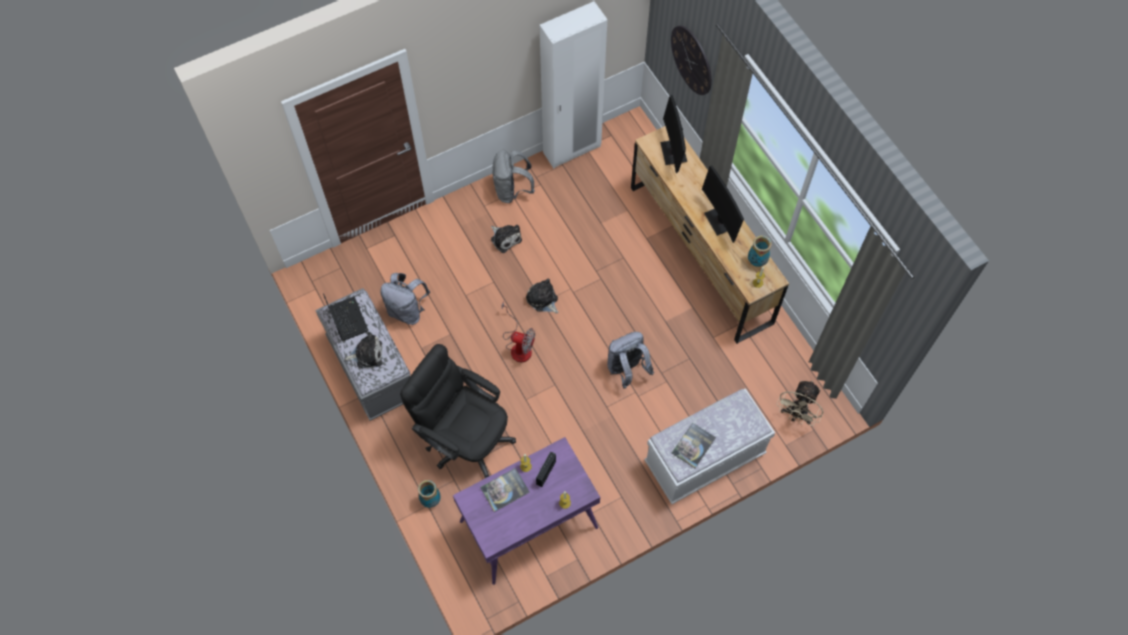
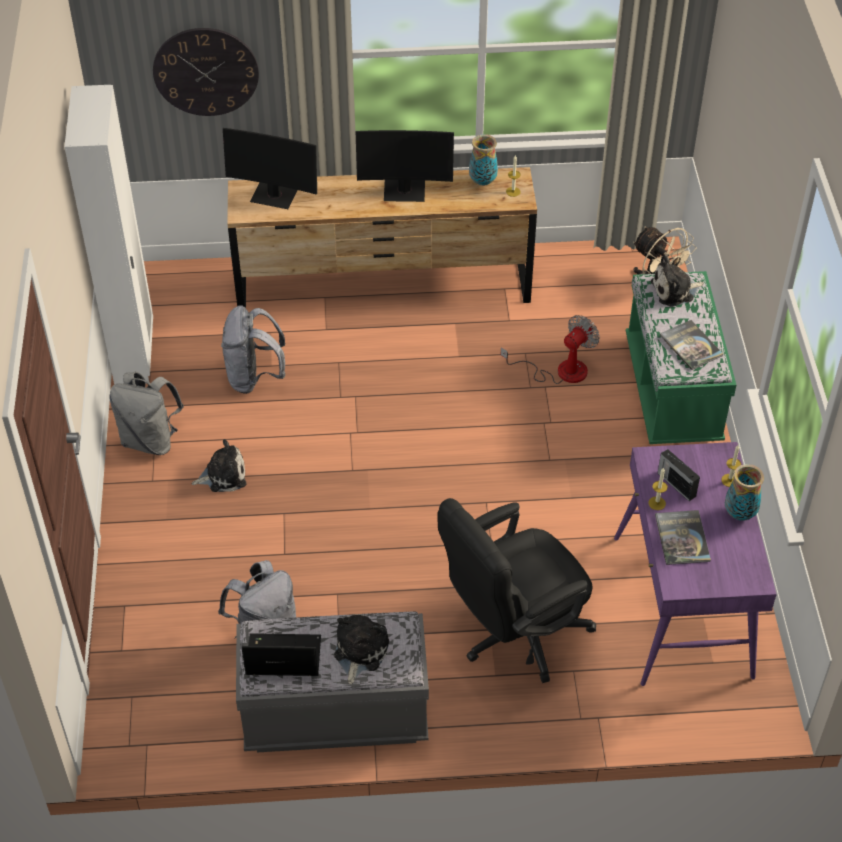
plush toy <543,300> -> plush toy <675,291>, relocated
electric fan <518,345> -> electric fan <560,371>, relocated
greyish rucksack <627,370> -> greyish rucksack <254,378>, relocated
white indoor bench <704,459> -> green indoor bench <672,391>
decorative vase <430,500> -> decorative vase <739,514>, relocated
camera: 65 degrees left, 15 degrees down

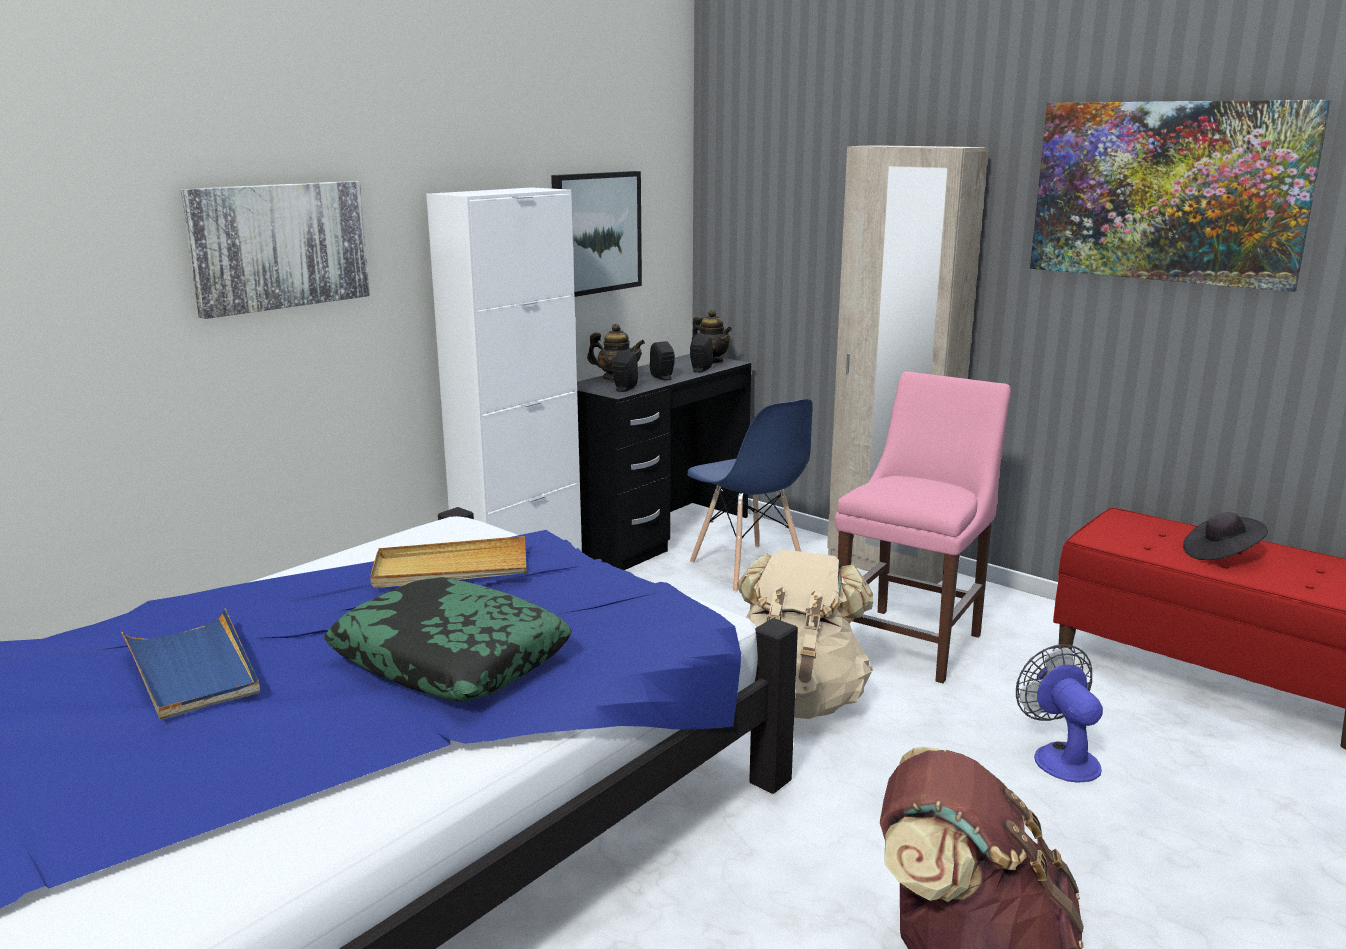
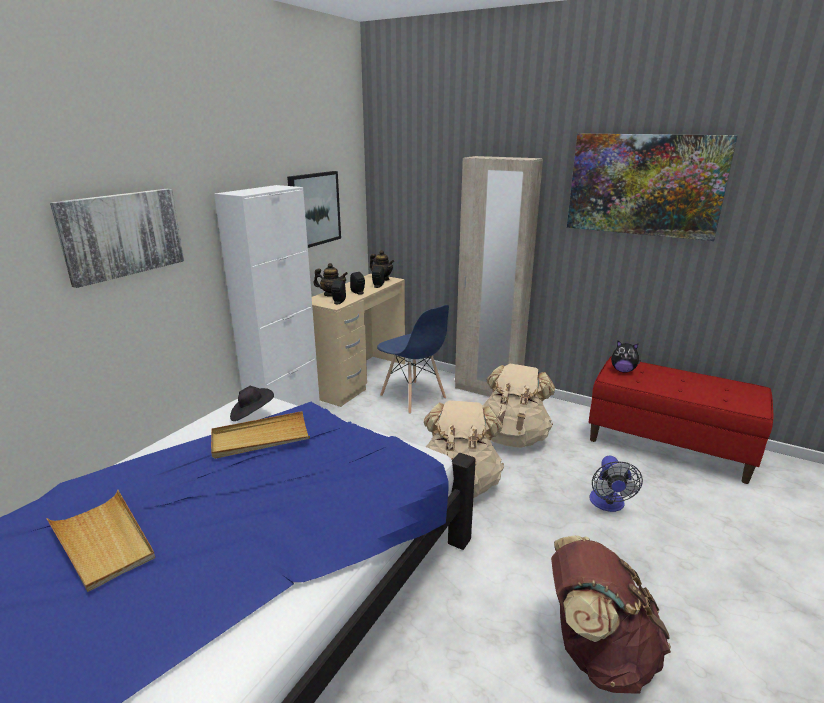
black desk unit <659,534> -> sand-coloured desk unit <358,379>
pinkish plain chair <913,641> -> sand-coloured rucksack <513,437>
black clothing hat <1221,554> -> black clothing hat <252,414>, relocated
cushion <449,659> -> none
blue carrying tray <193,669> -> sand-coloured carrying tray <103,542>
electric fan <1059,756> -> electric fan <608,504>, 150 degrees counterclockwise
none -> plush toy <623,370>
camera: 10 degrees left, 5 degrees up

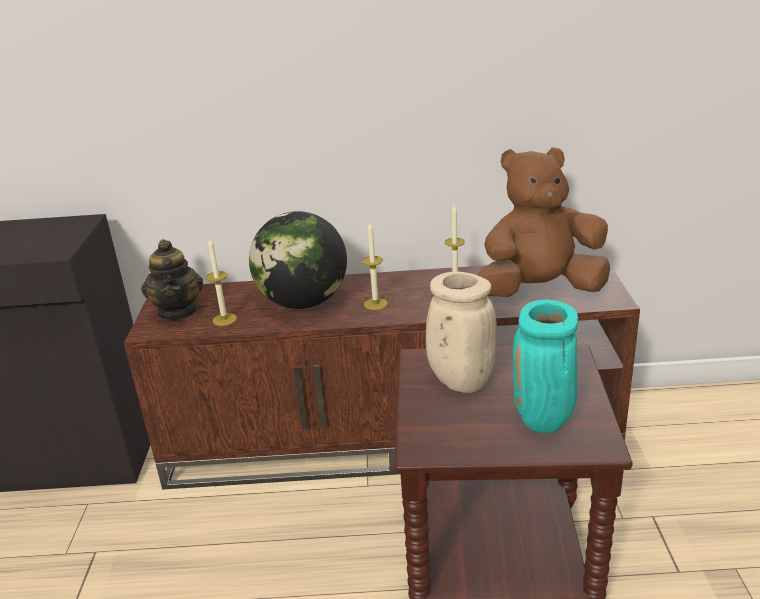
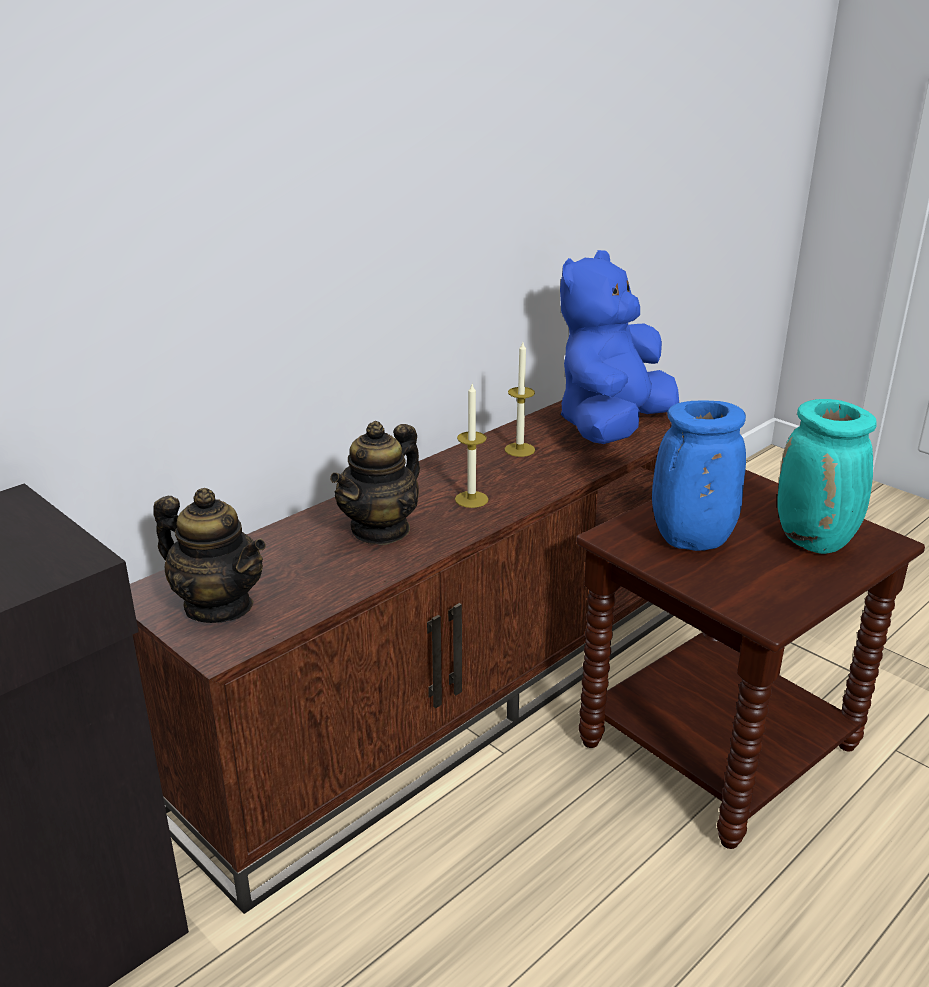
brown plush toy <539,291> -> blue plush toy <611,428>
globe <303,302> -> teapot <381,529>
wax candle <224,319> -> none
sand-coloured decorative vase <459,382> -> blue decorative vase <690,541>
camera: 45 degrees left, 0 degrees up

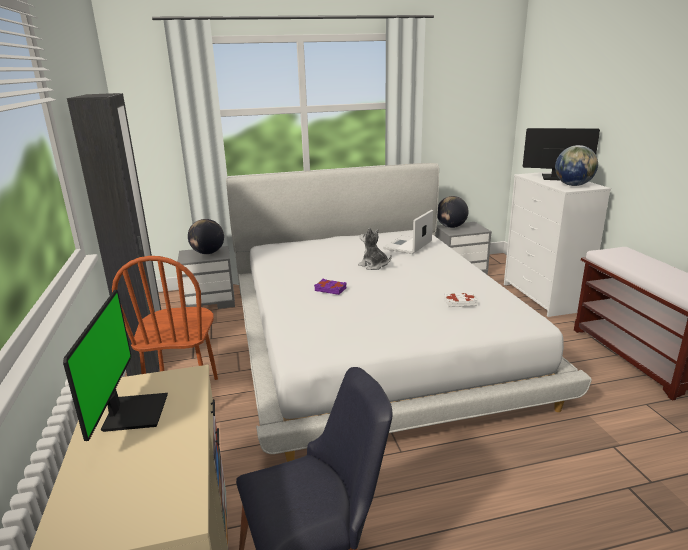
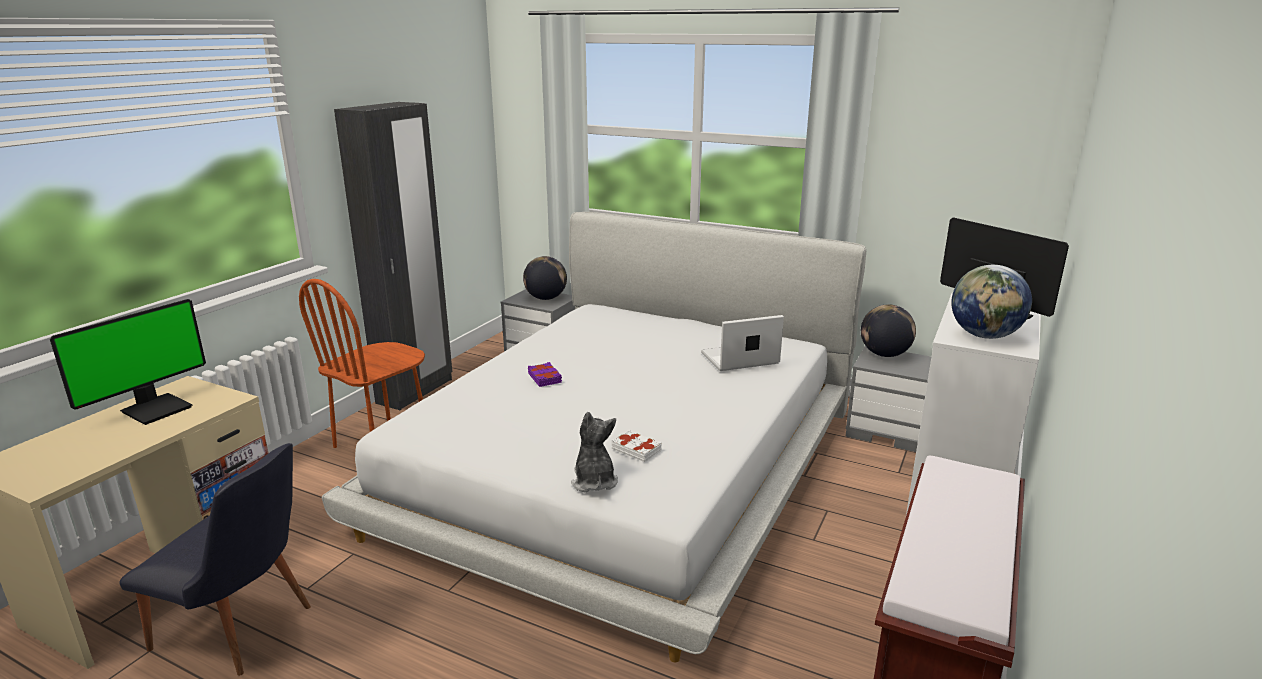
plush toy <374,265> -> plush toy <594,481>, relocated
camera: 40 degrees right, 0 degrees up

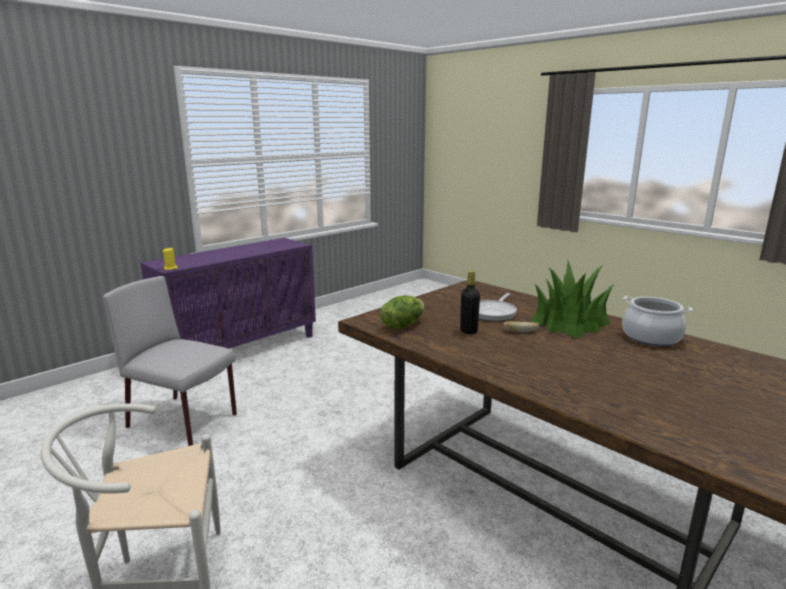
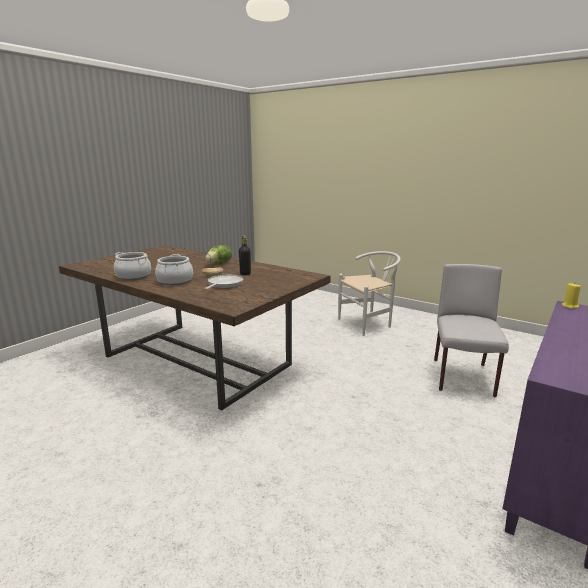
plant in a pot <569,323> -> stockpot <175,281>
greyish plain chair <184,421> -> greyish plain chair <463,378>, 90 degrees counterclockwise
lettuce head <402,325> -> lettuce head <219,263>, relocated
camera: 170 degrees right, 0 degrees up

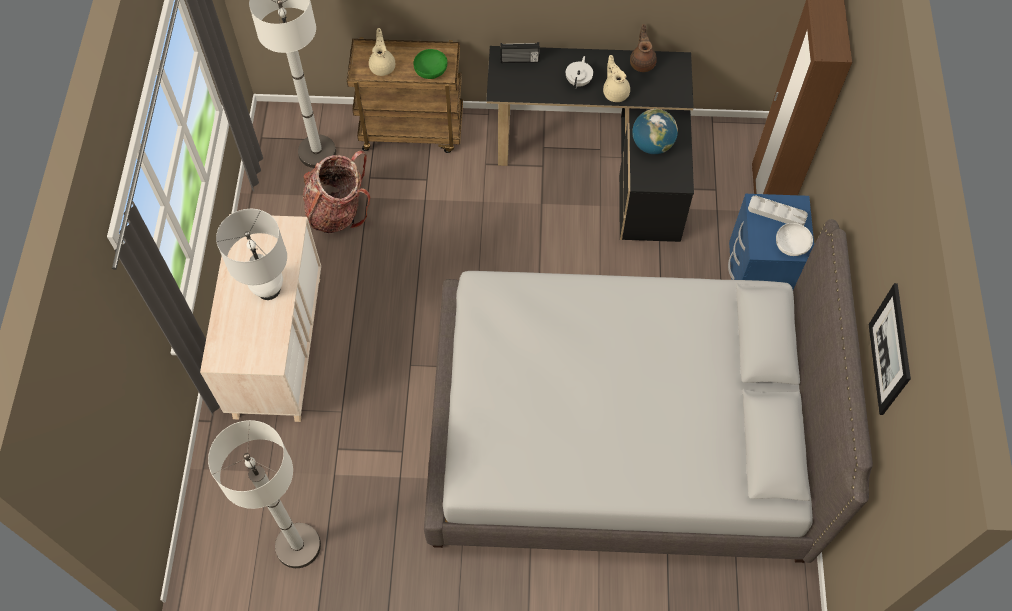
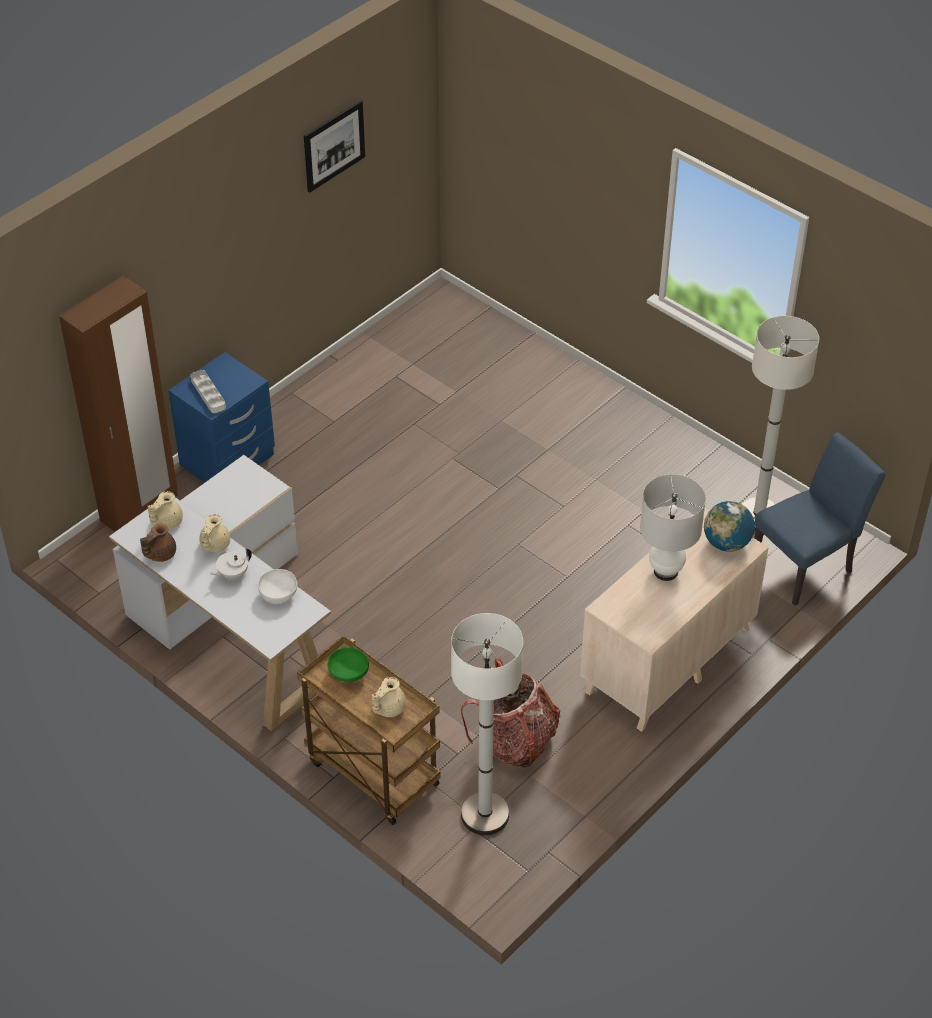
radio <519,60> -> none
black desk unit <602,160> -> white desk unit <232,626>
globe <652,145> -> globe <726,543>, relocated
greyish sleeping bed <619,433> -> none
white deep dish <791,246> -> white deep dish <278,594>, relocated
none -> blue plain chair <807,565>
none -> sand-coloured teapot <166,521>
camera: 140 degrees left, 15 degrees down

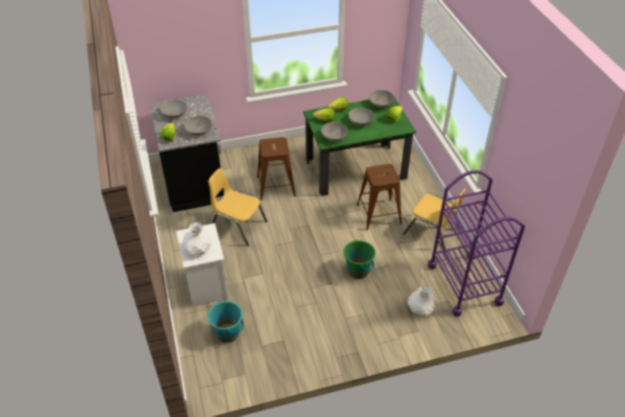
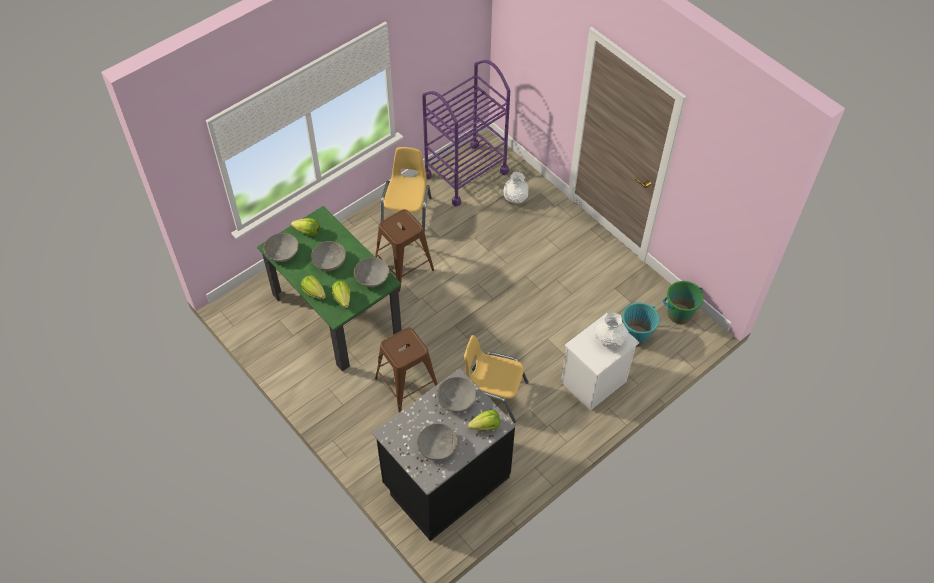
yellowish plain chair <238,226> -> yellowish plain chair <493,394>, 105 degrees clockwise
green pail <358,271> -> green pail <679,314>, relocated
camera: 115 degrees left, 10 degrees up

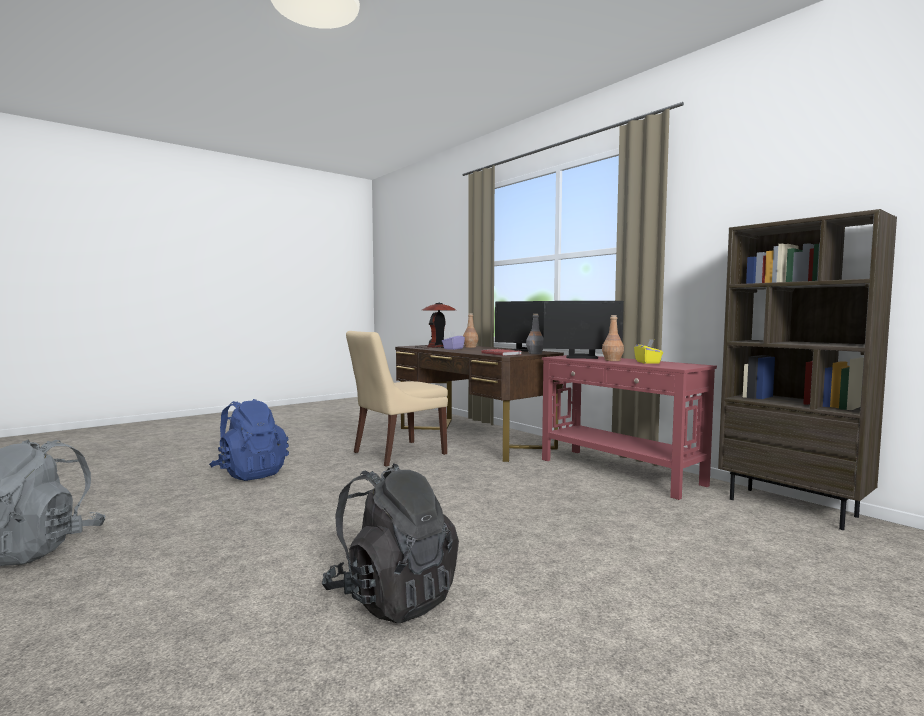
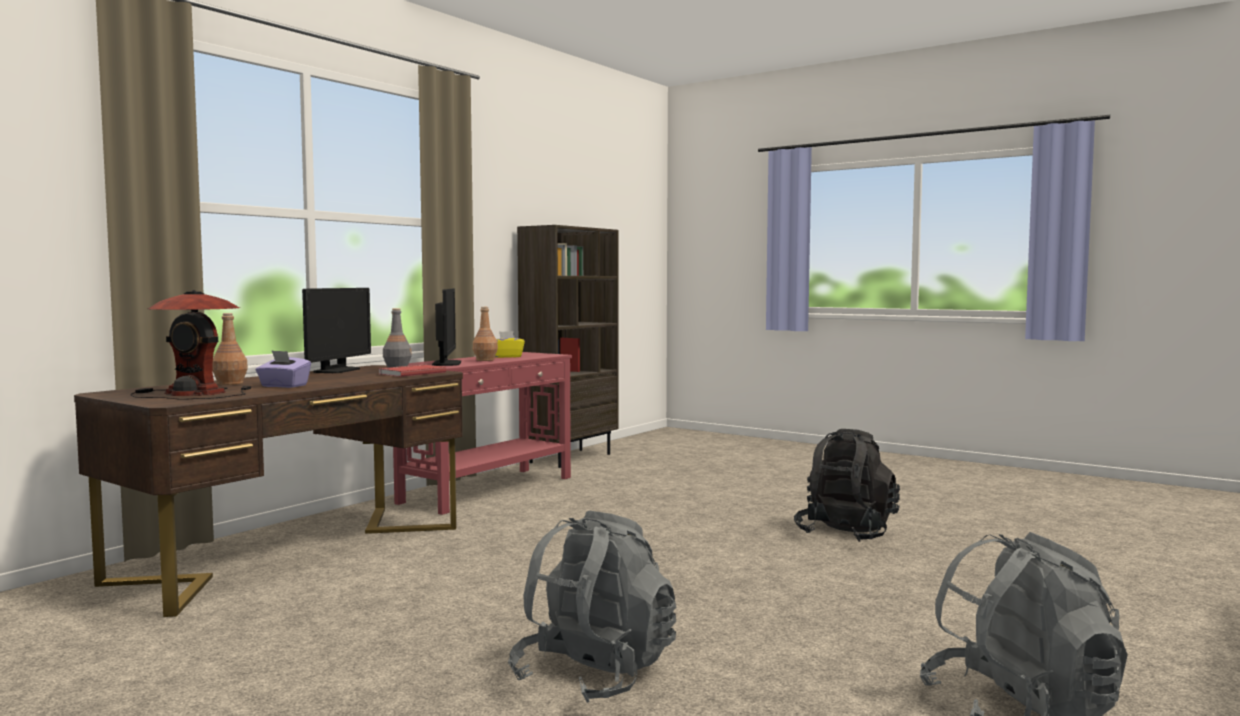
sand-coloured plain chair <396,454> -> none
blue rucksack <250,474> -> greyish rucksack <594,675>
camera: 105 degrees left, 0 degrees up

